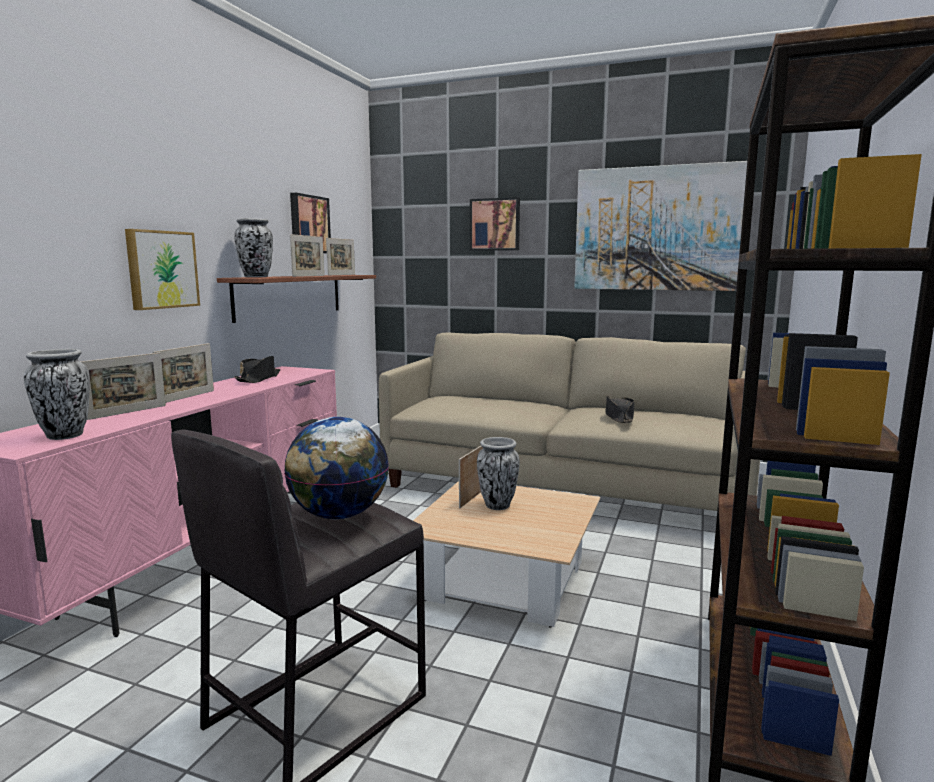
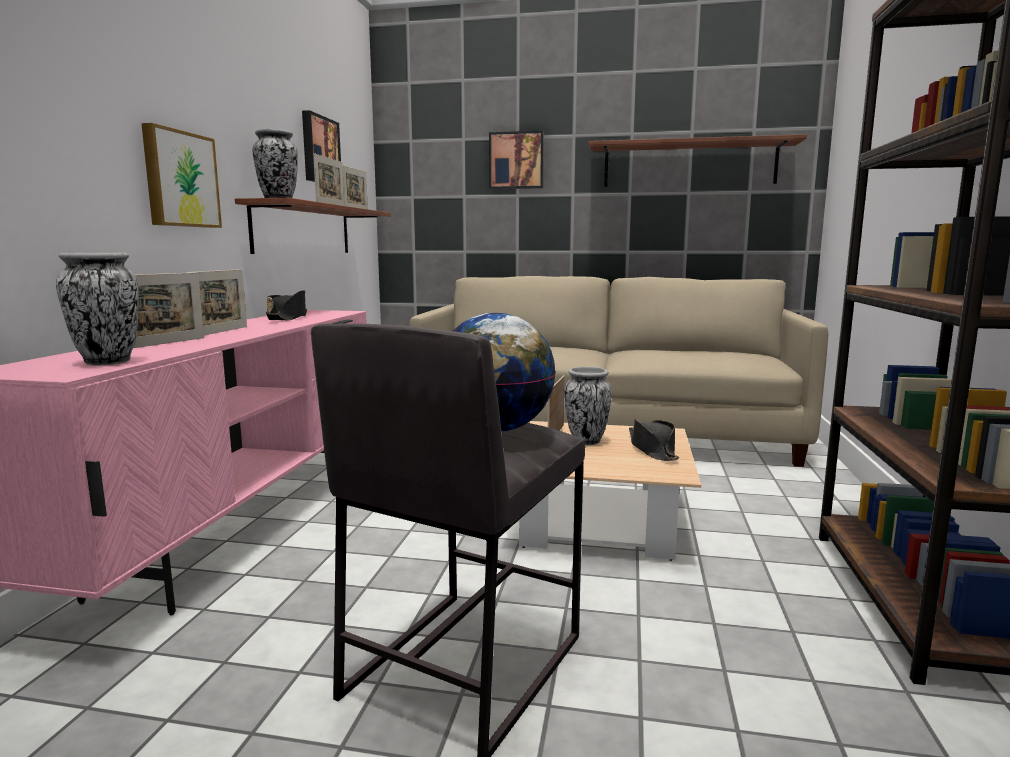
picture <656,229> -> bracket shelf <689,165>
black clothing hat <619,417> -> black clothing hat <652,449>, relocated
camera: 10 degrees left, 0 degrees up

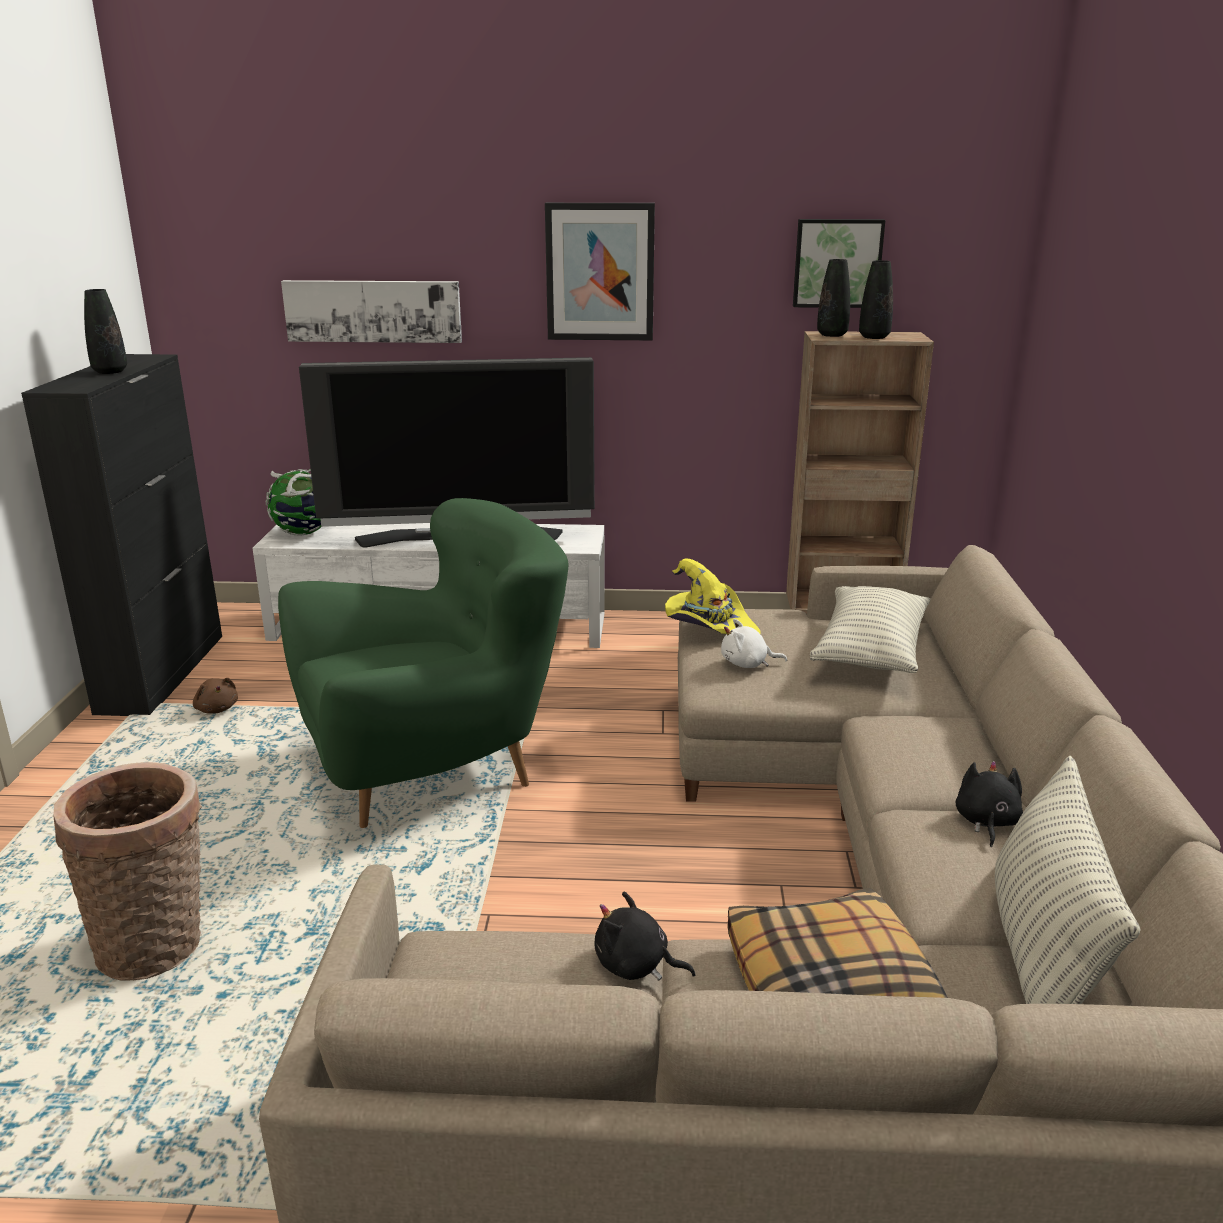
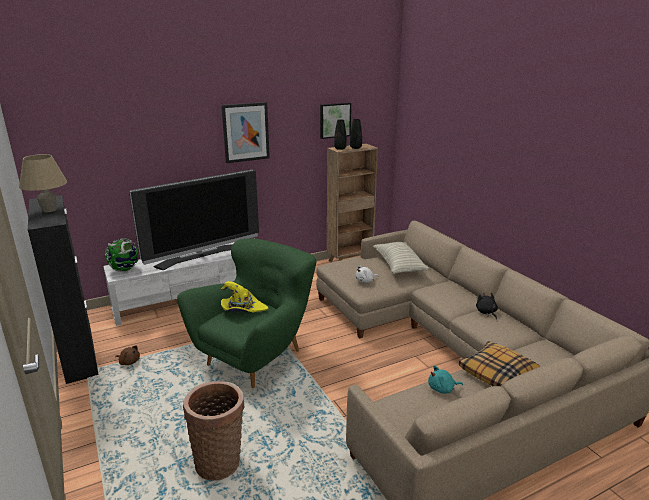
picture <373,311> -> none
black decorative vase <110,371> -> sand-coloured table lamp <49,210>
yellowish clothing hat <709,625> -> yellowish clothing hat <242,309>, relocated
cushion <1042,951> -> none
black plush toy <636,966> -> turquoise-coloured plush toy <442,389>
camera: 30 degrees left, 0 degrees up

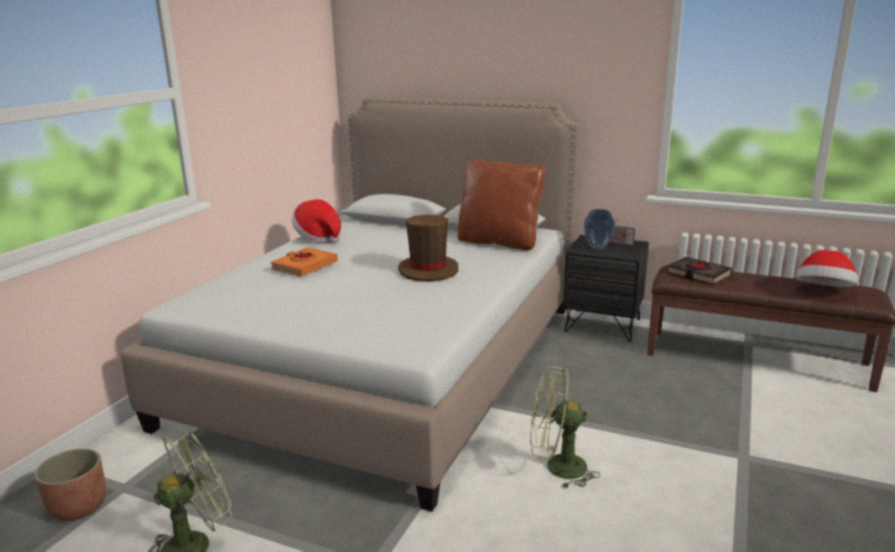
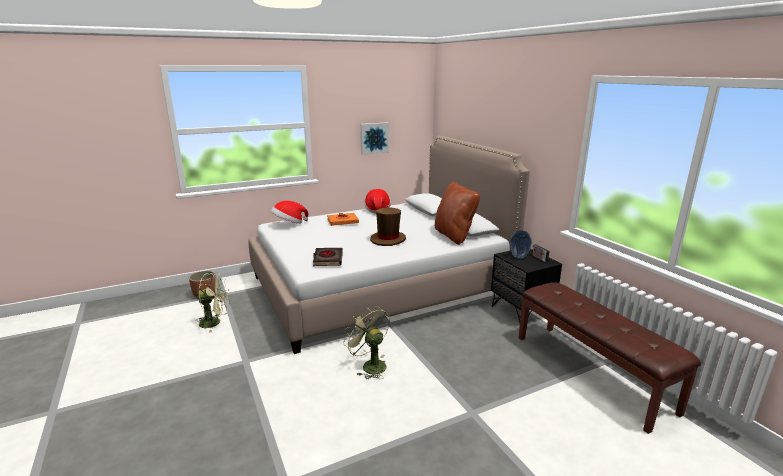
clothing hat <823,292> -> clothing hat <289,223>, relocated
black bound book <698,274> -> black bound book <328,259>, relocated
none -> picture <374,138>
camera: 40 degrees right, 0 degrees up

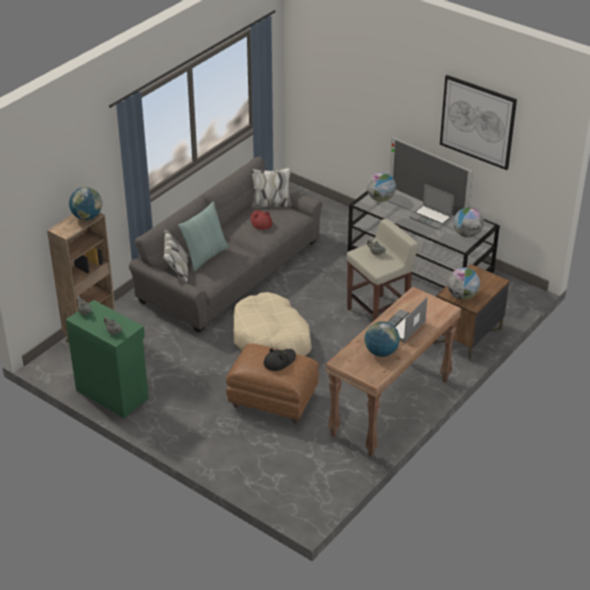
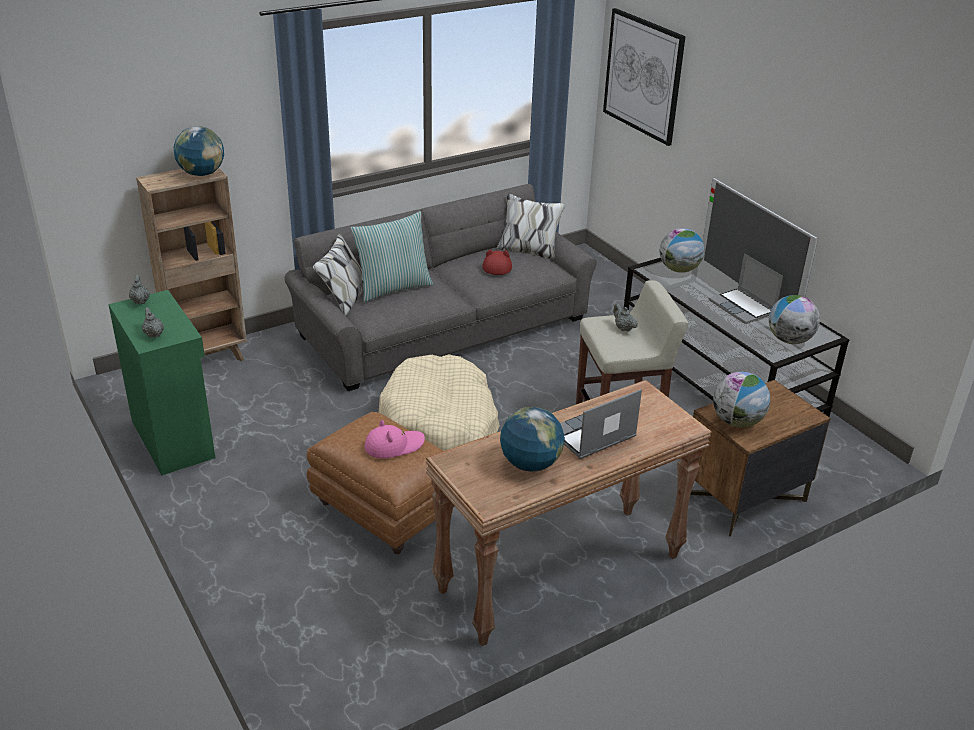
picture <477,122> -> picture <643,76>, relocated
black clothing hat <279,361> -> pinkish clothing hat <394,445>
camera: 20 degrees right, 5 degrees down

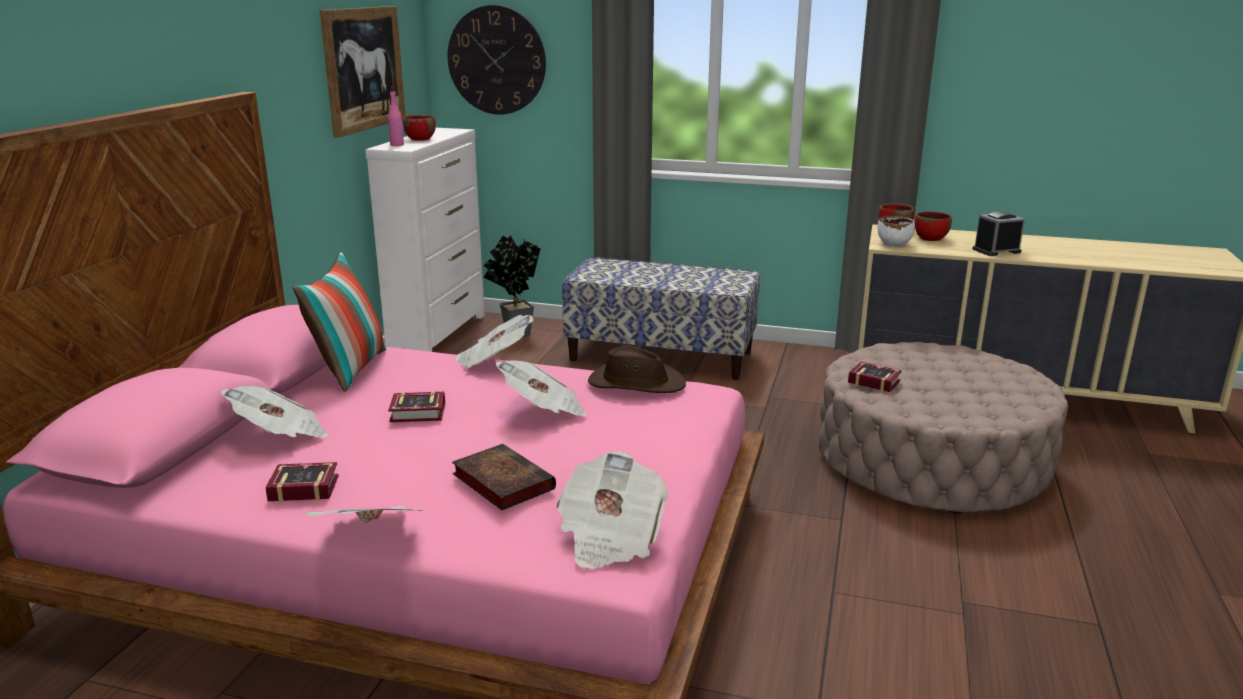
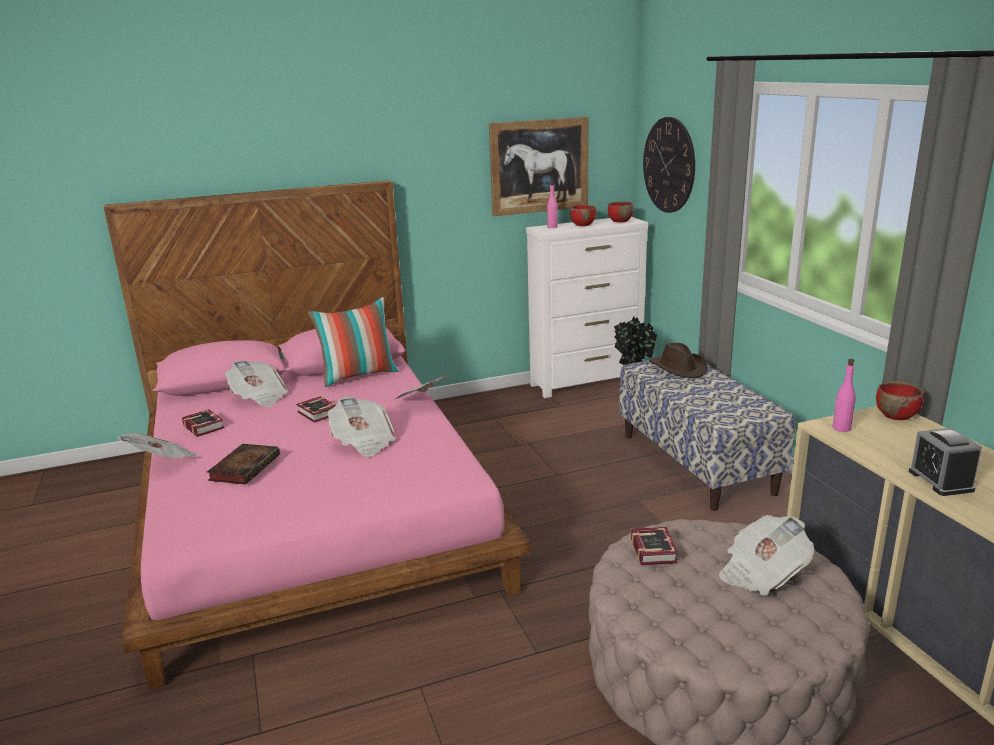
red-coloured deep dish <930,238> -> red-coloured deep dish <620,221>, relocated
alarm clock <996,250> -> alarm clock <940,480>, 135 degrees counterclockwise
white deep dish <894,244> -> pinkish drink bottle <841,428>
brown clothing hat <635,383> -> brown clothing hat <679,368>, relocated
newspaper <610,537> -> newspaper <761,573>, relocated
camera: 55 degrees right, 0 degrees up

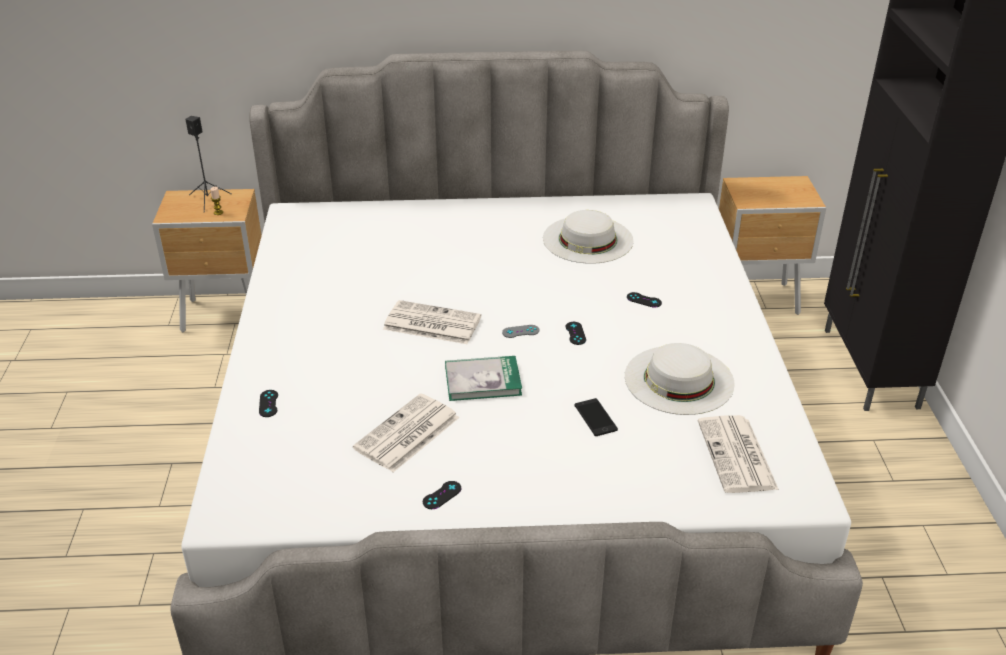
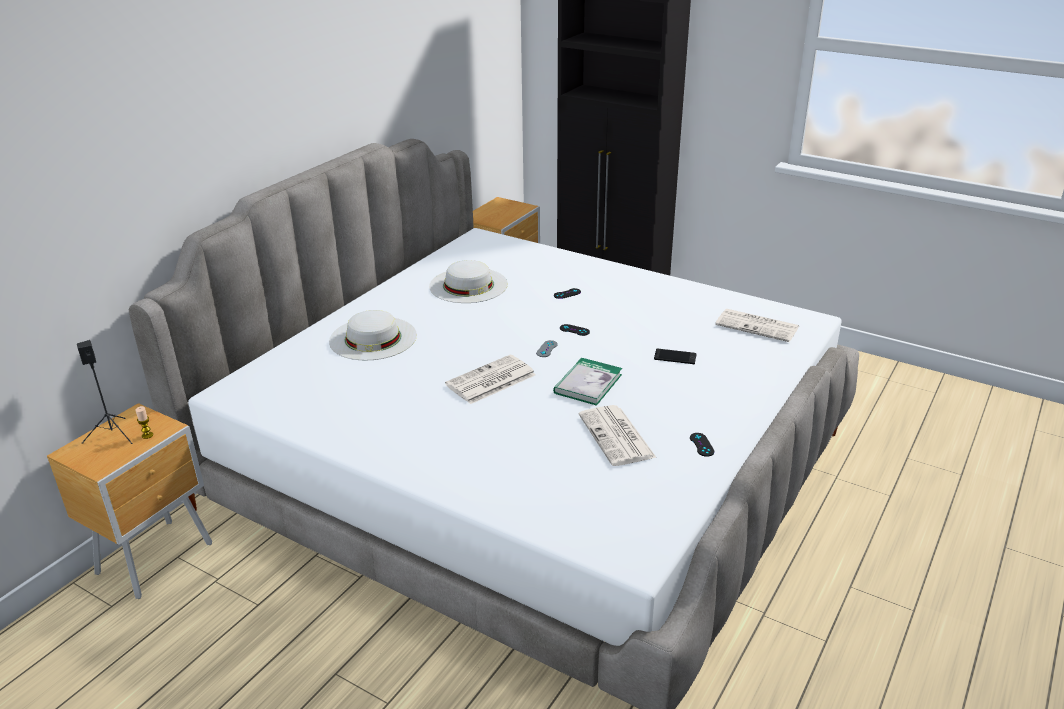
white clothing hat <679,379> -> white clothing hat <373,338>, relocated
black game controller <268,403> -> none
camera: 55 degrees left, 5 degrees down

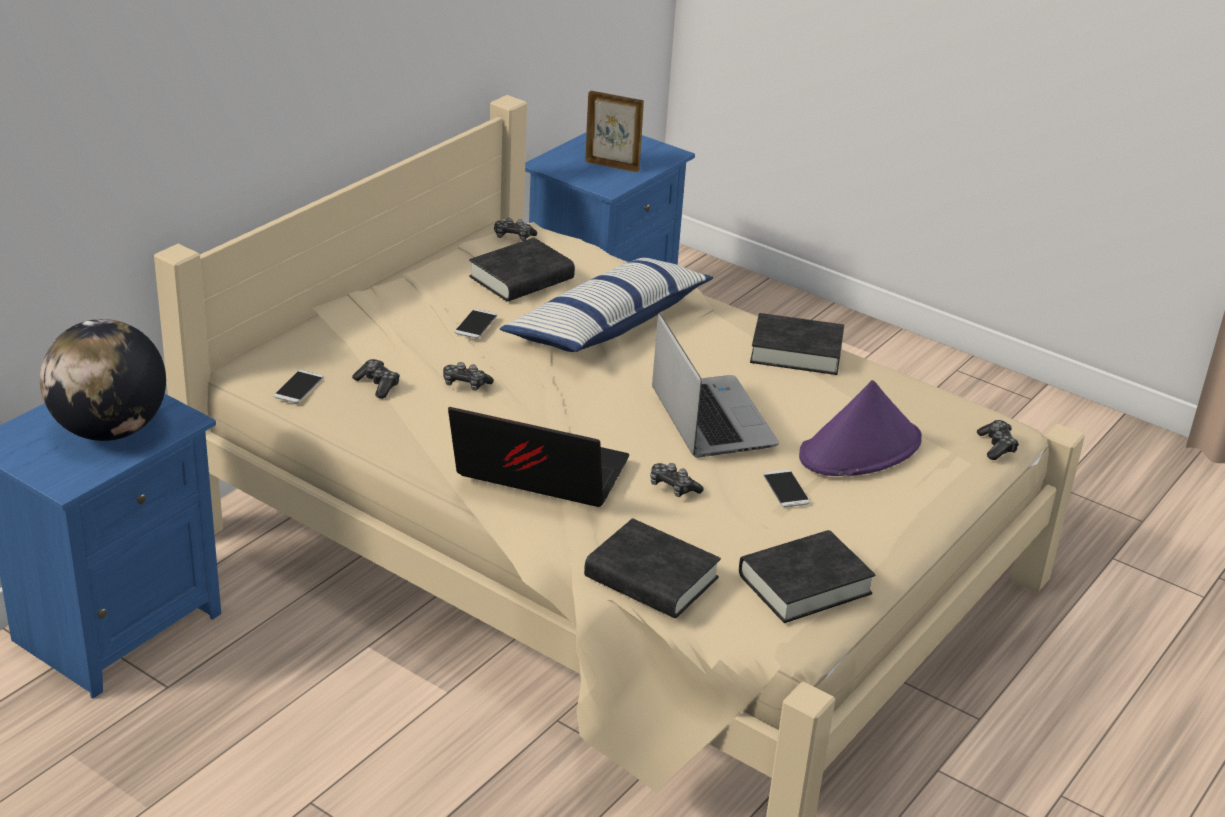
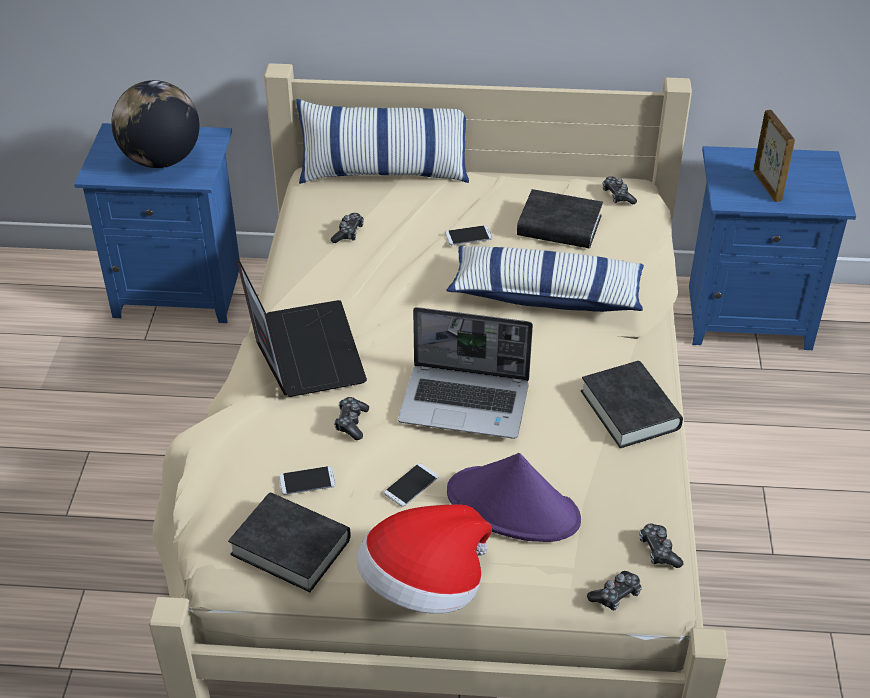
laptop <710,418> -> laptop <466,402>, 60 degrees clockwise
game controller <465,384> -> game controller <658,551>, relocated
phone <298,387> -> phone <307,481>, relocated
black bound book <651,578> -> none
none -> cushion <384,172>
none -> clothing hat <424,586>
camera: 60 degrees right, 10 degrees up

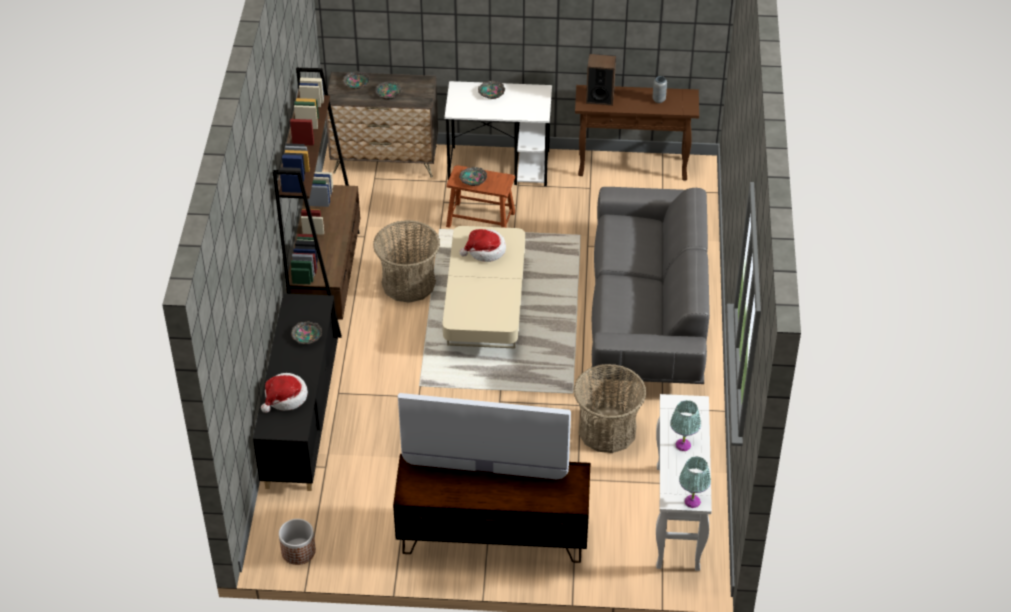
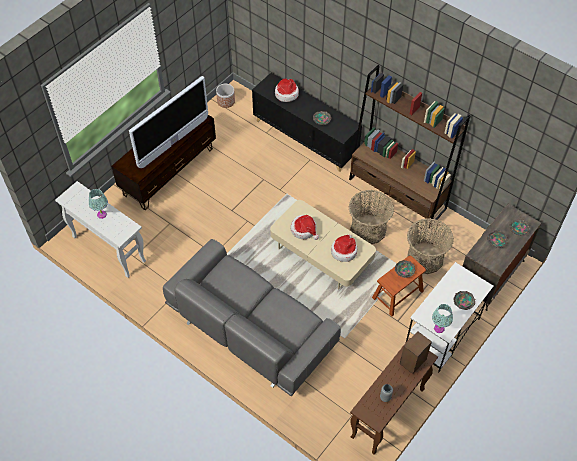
basket <607,430> -> basket <425,258>, relocated
turquoise-coloured table lamp <692,501> -> turquoise-coloured table lamp <439,328>, relocated
none -> clothing hat <304,230>
camera: 125 degrees right, 10 degrees up

